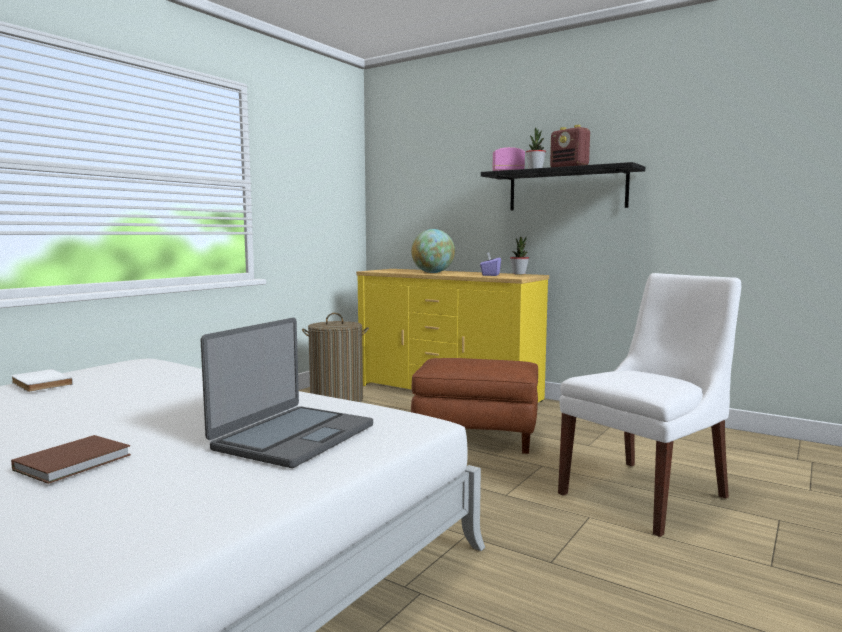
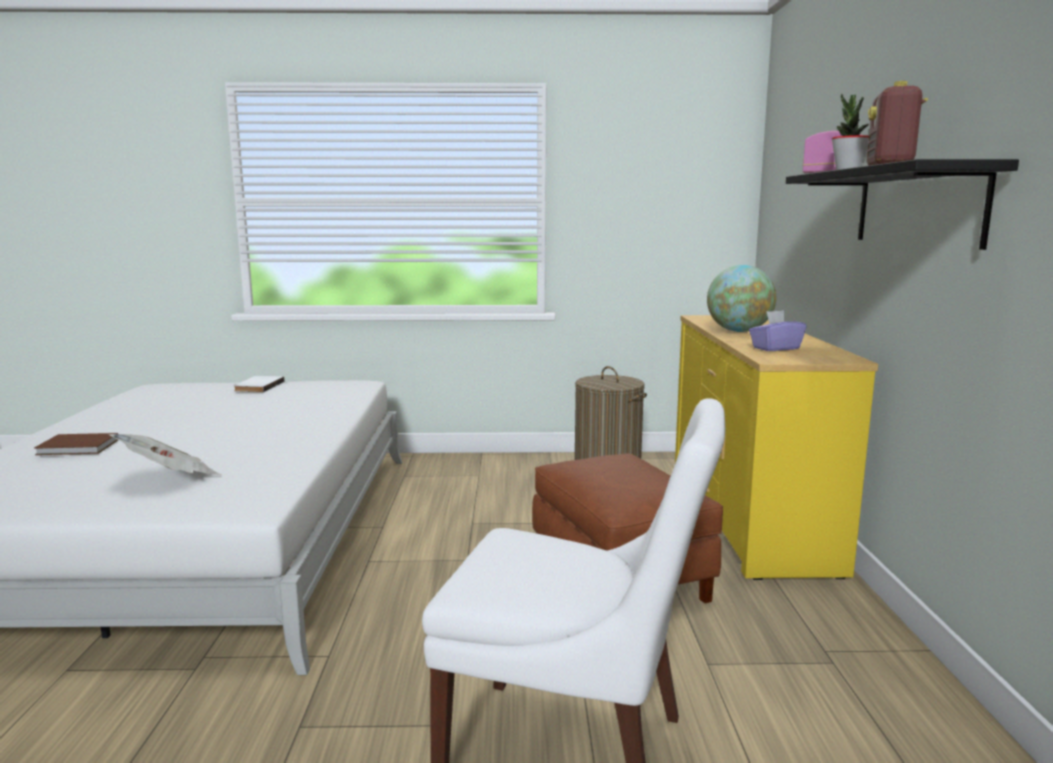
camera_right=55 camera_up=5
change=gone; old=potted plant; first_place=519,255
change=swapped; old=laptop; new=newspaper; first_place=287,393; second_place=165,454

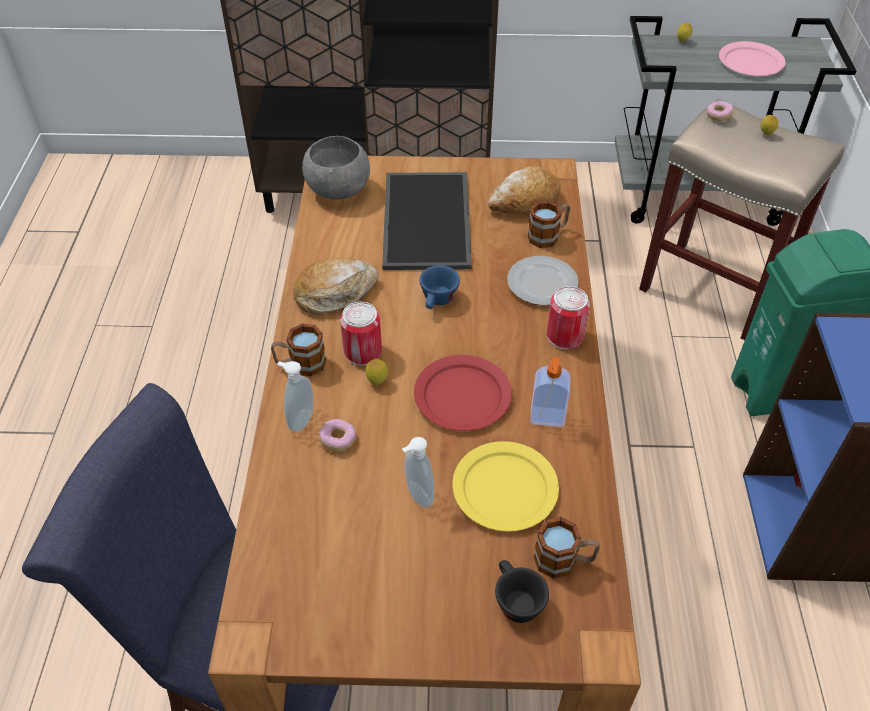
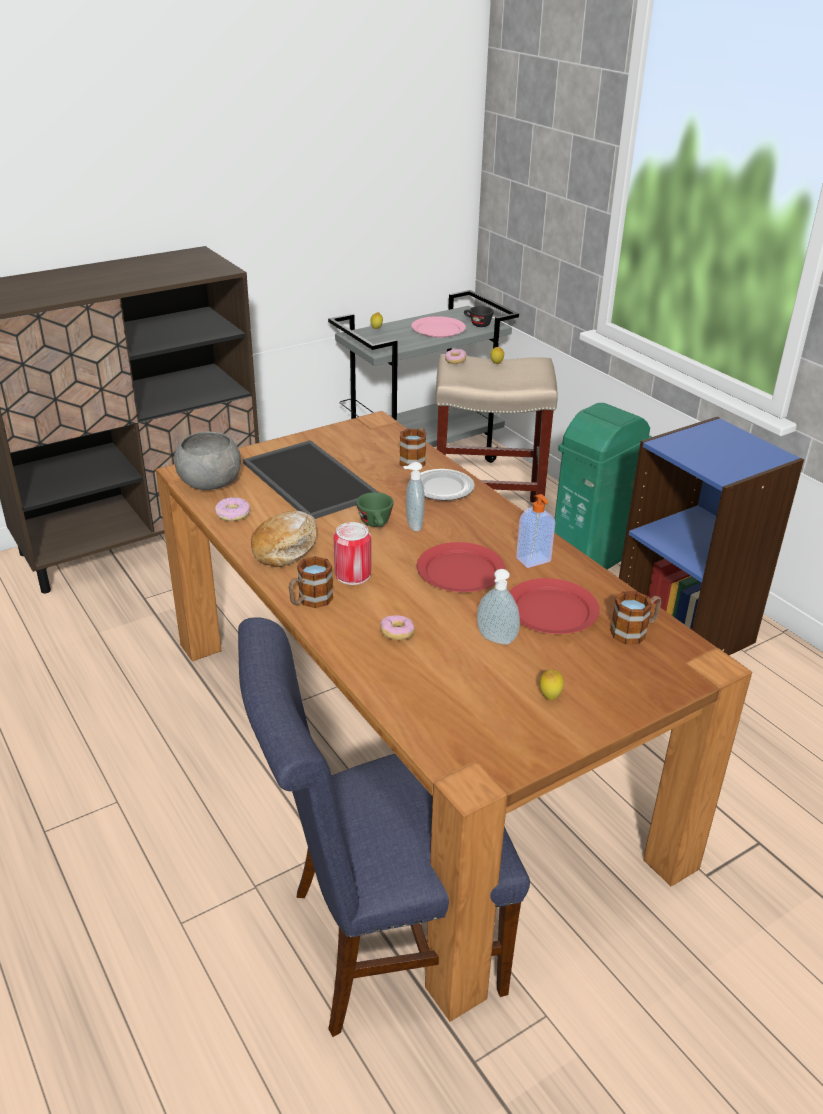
camera_right=-35 camera_up=-15
change=gone; old=bread; first_place=524,190
change=gone; old=can; first_place=568,318
change=new; new=donut; second_place=233,509
change=shifted; old=soap dispenser; first_place=295,396; second_place=414,496
change=shifted; old=lemon; first_place=376,372; second_place=551,684
change=shifted; old=black cup; first_place=522,591; second_place=479,316
change=repainted; old=blue cup; new=green cup; first_place=440,287; second_place=375,509
change=repainted; old=yellow plate; new=red plate; first_place=505,486; second_place=555,606

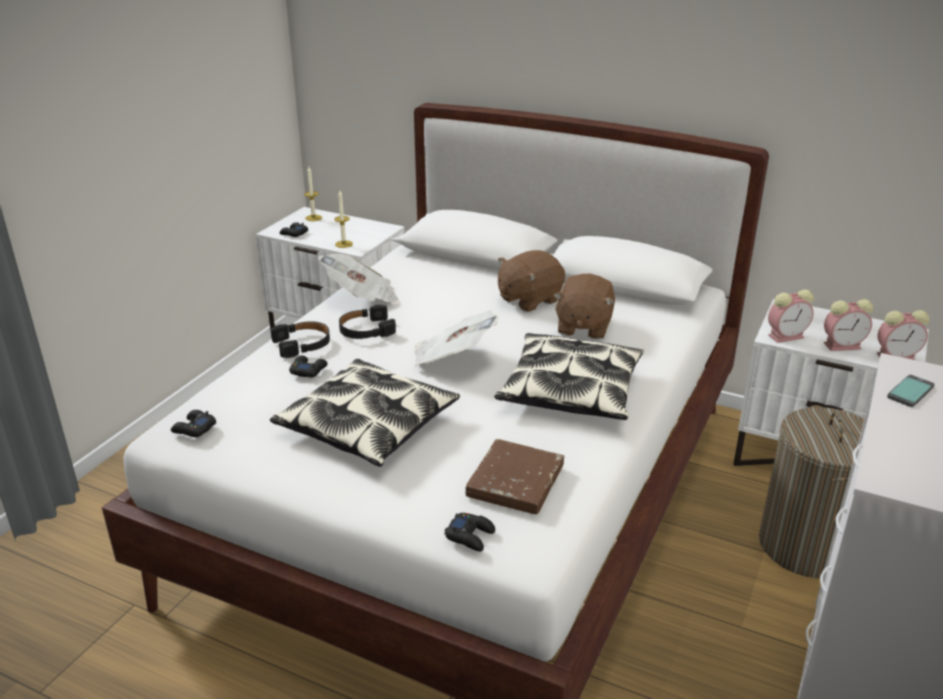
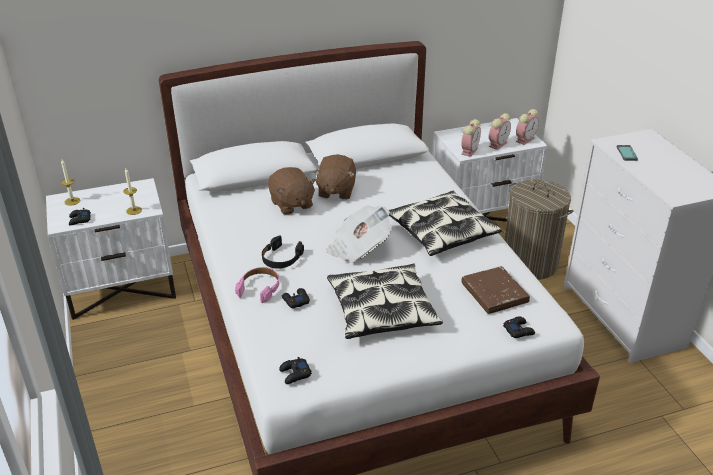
camera_right=-45 camera_up=5
change=gone; old=newspaper; first_place=359,279
change=shifted; old=brown plush toy; first_place=584,306; second_place=292,191
change=repainted; old=black headphones; new=pink headphones; first_place=300,339; second_place=257,285

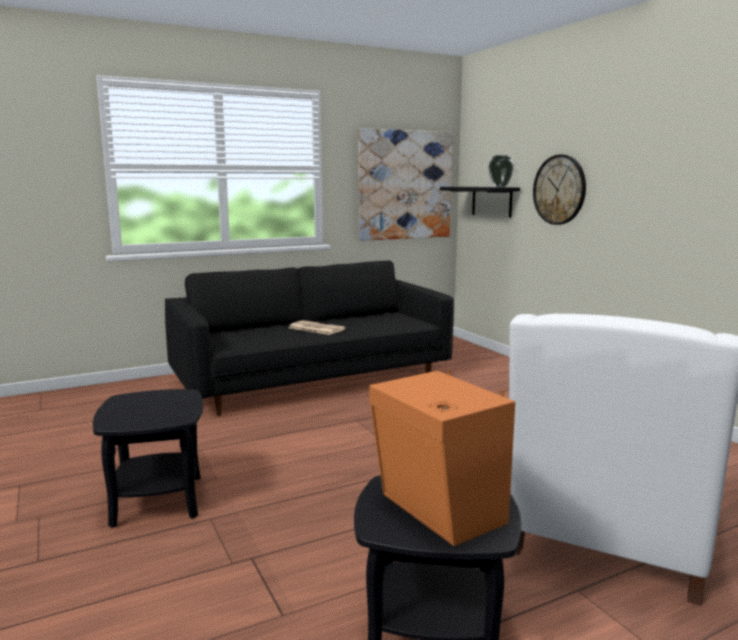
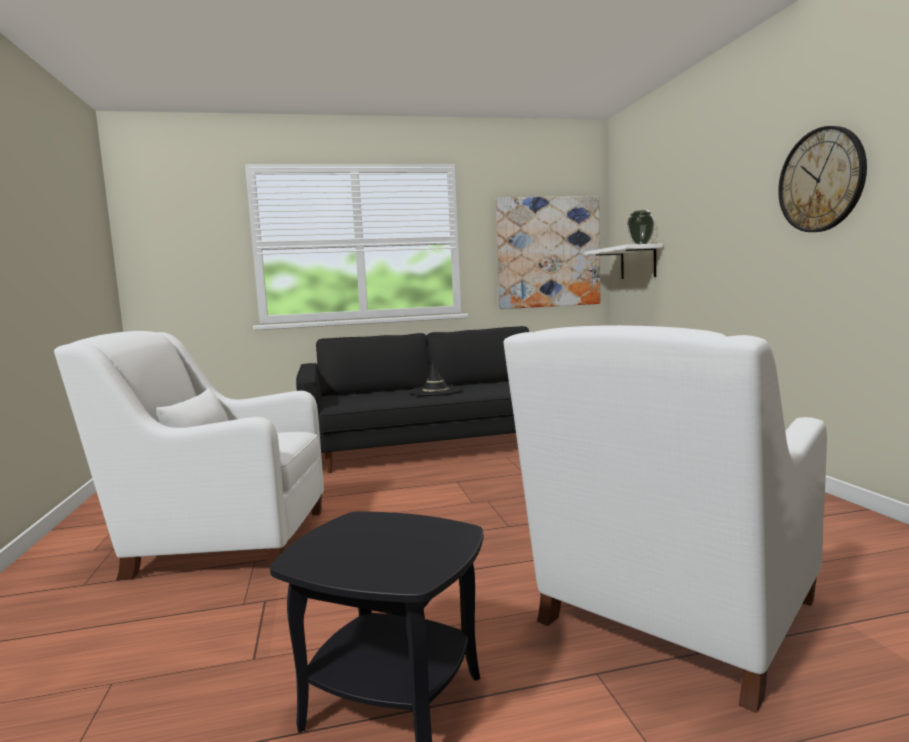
camera_right=15 camera_up=-5
change=gone; old=orange speaker; first_place=442,457
change=shifted; old=wall clock; first_place=559,189; second_place=822,179
change=swapped; old=black side table; new=white armchair; first_place=148,458; second_place=189,455
change=swapped; old=newspaper; new=black hat; first_place=317,327; second_place=436,377
change=repainted; old=black shelf; new=white shelf; first_place=480,202; second_place=623,261

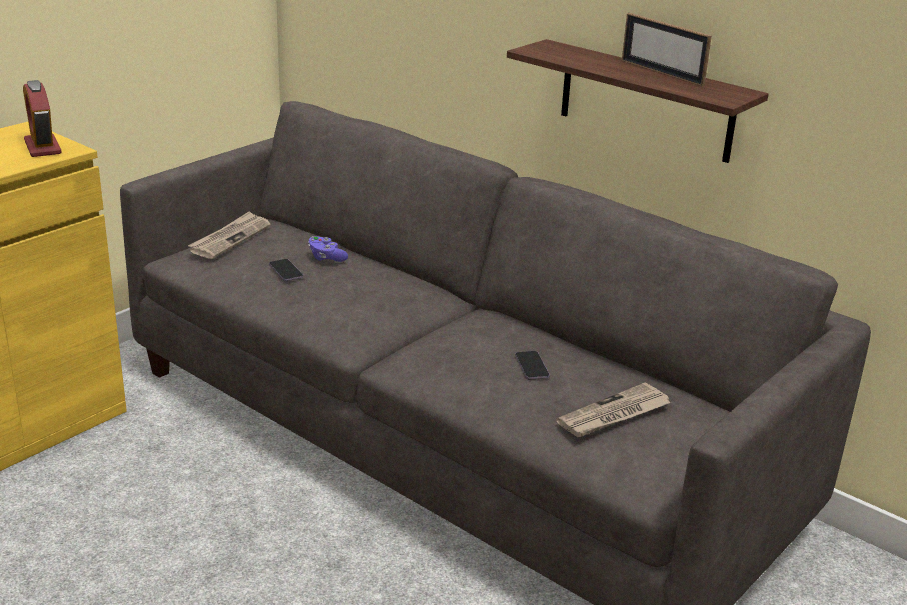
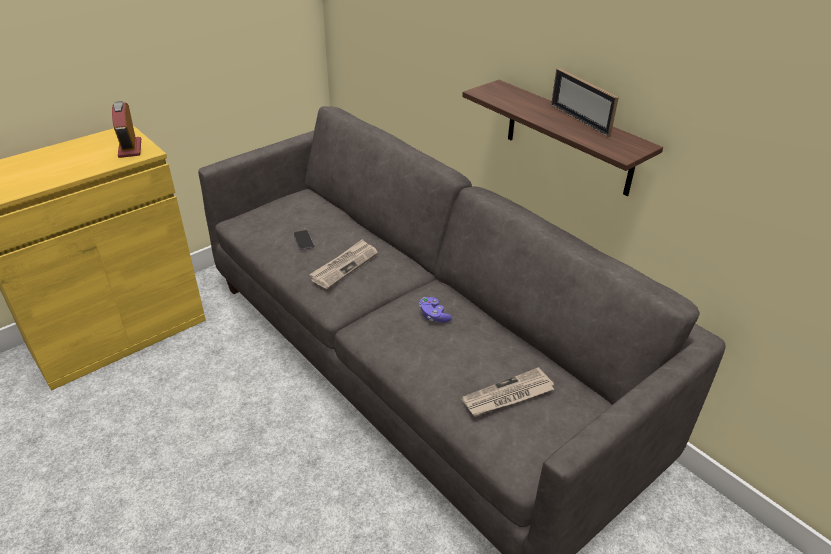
camera_right=10 camera_up=10
change=gone; old=phone; first_place=532,365
change=shifted; old=newspaper; first_place=229,235; second_place=344,264
change=shifted; old=purple game controller; first_place=328,249; second_place=435,310

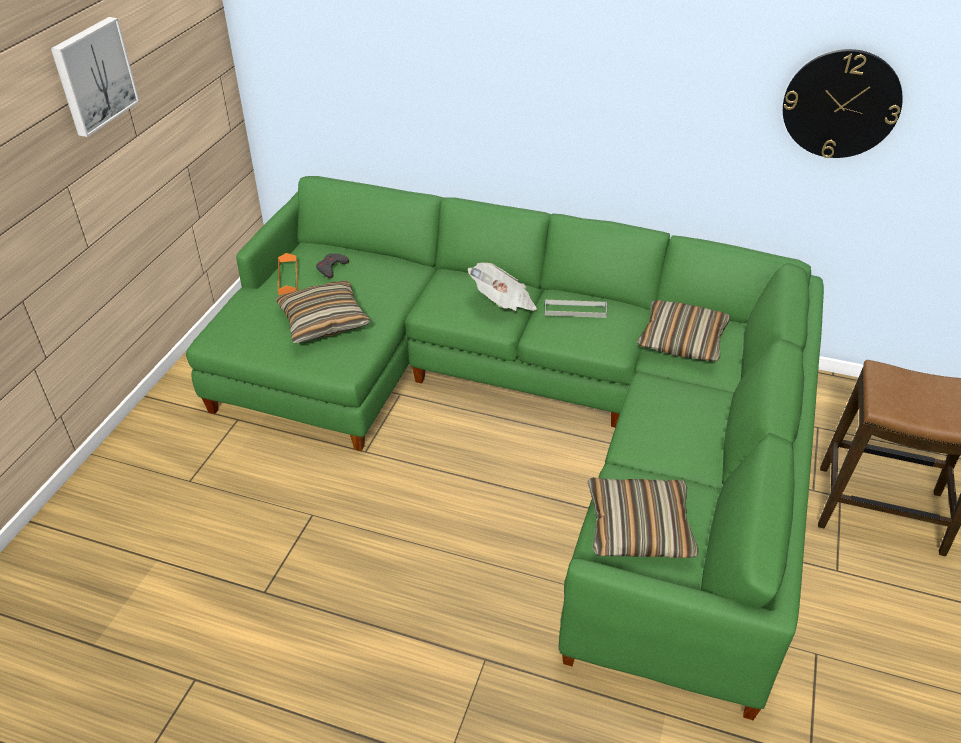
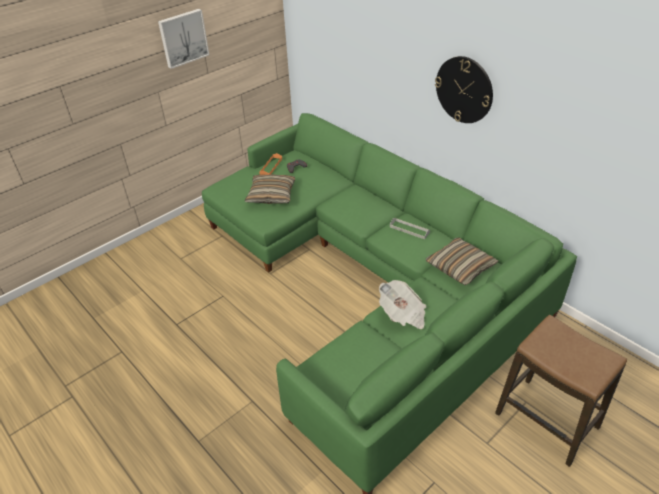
camera_right=30 camera_up=0
change=gone; old=pillow; first_place=643,518
change=shifted; old=newspaper; first_place=502,287; second_place=402,304
change=shifted; old=wall clock; first_place=843,103; second_place=464,89

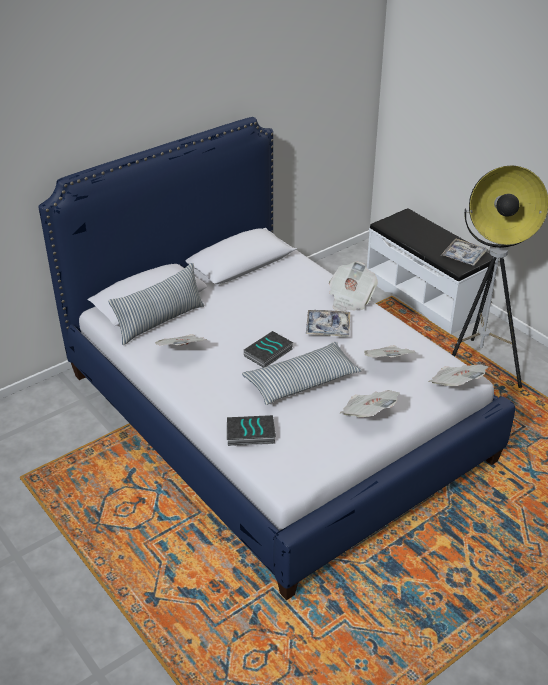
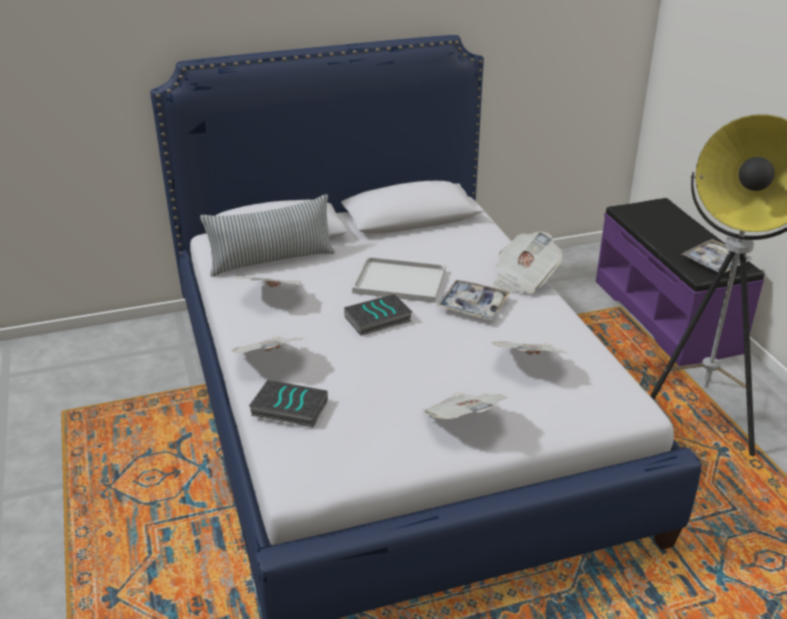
camera_right=20 camera_up=-5
change=gone; old=pillow; first_place=302,373
change=new; new=white tray; second_place=399,280
change=shifted; old=newspaper; first_place=458,375; second_place=267,344
change=repainted; old=white bench; new=purple bench; first_place=430,271; second_place=680,282

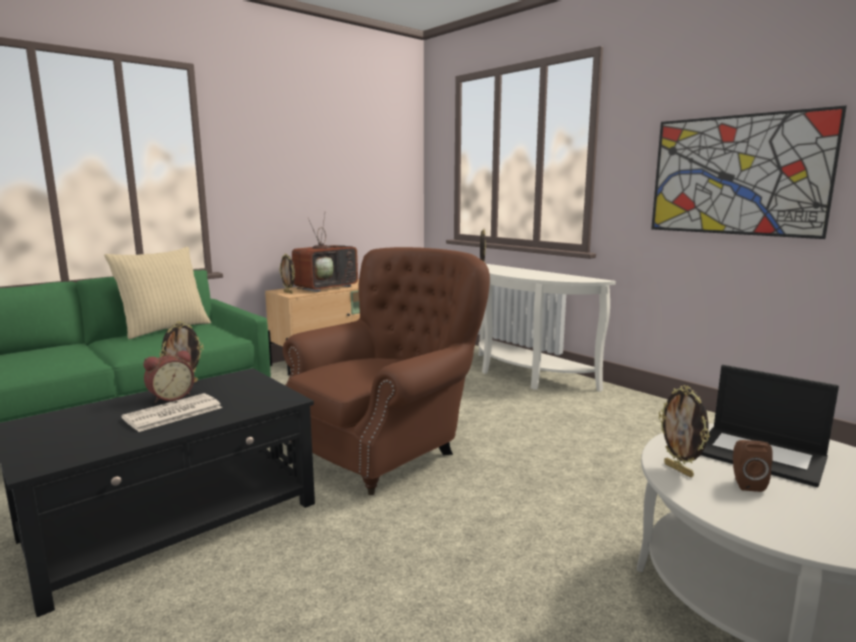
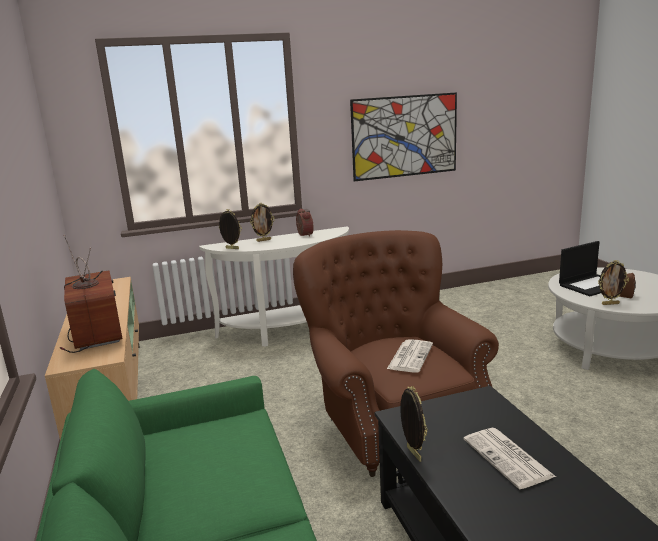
camera_right=-65 camera_up=5
change=gone; old=beige pillow; first_place=157,293
change=new; new=newspaper; second_place=410,356
change=shifted; old=alarm clock; first_place=169,376; second_place=305,222
change=shifted; old=picture frame; first_place=287,274; second_place=262,222

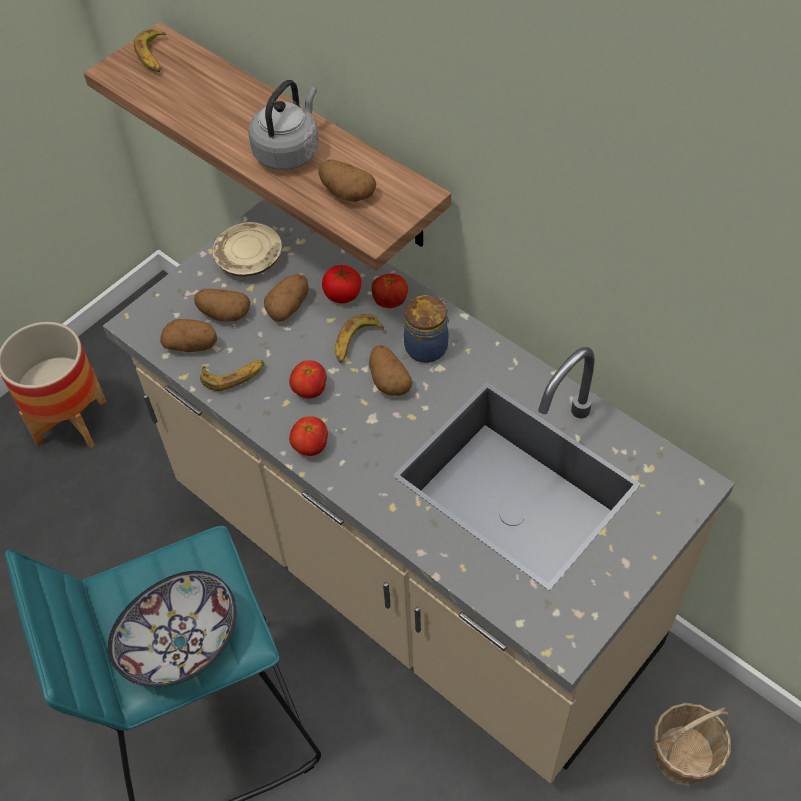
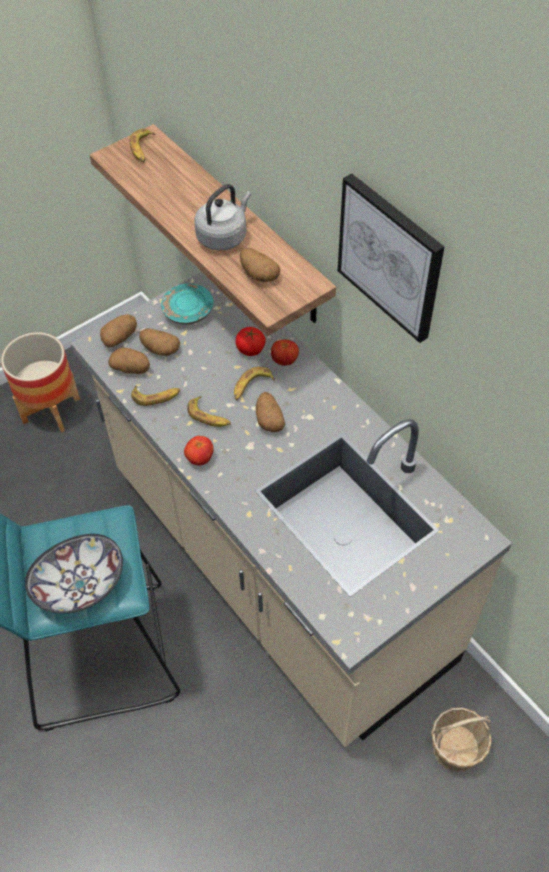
camera_right=10 camera_up=0
change=gone; old=jar; first_place=426,329
change=new; new=picture; second_place=391,258
change=shifted; old=potato; first_place=286,298; second_place=118,330
change=swapped; old=tomato; new=banana; first_place=308,379; second_place=209,411
change=repainted; old=beige plate; new=turquoise plate; first_place=247,249; second_place=187,303

